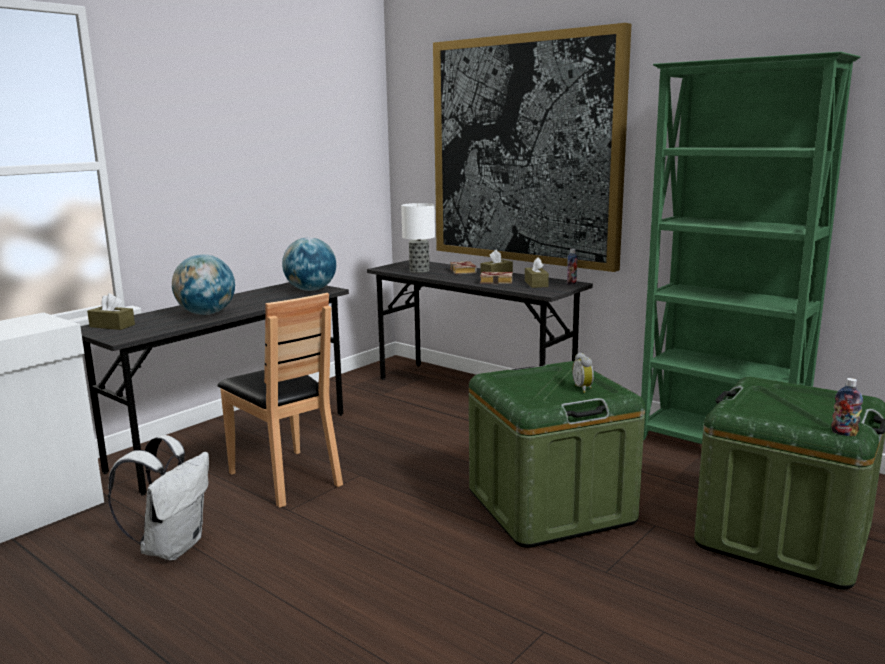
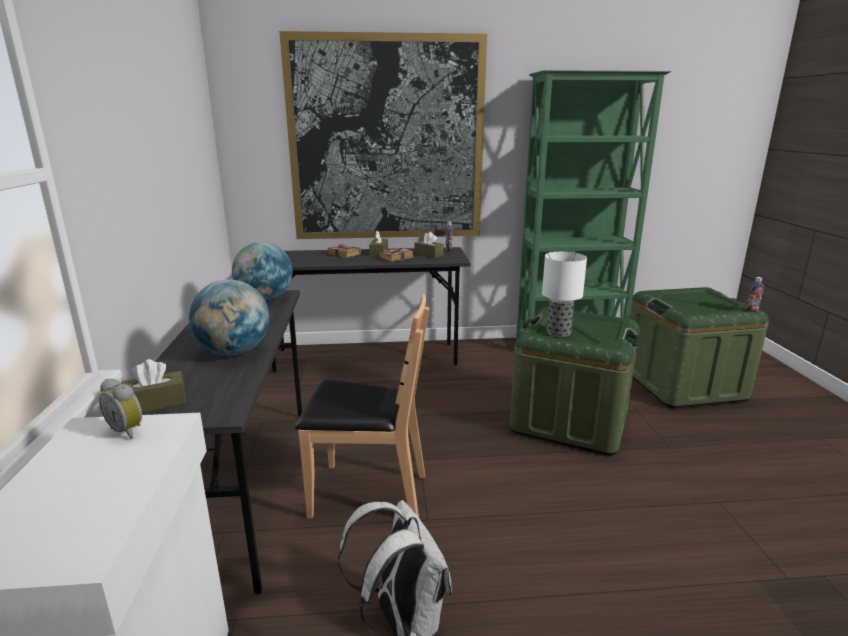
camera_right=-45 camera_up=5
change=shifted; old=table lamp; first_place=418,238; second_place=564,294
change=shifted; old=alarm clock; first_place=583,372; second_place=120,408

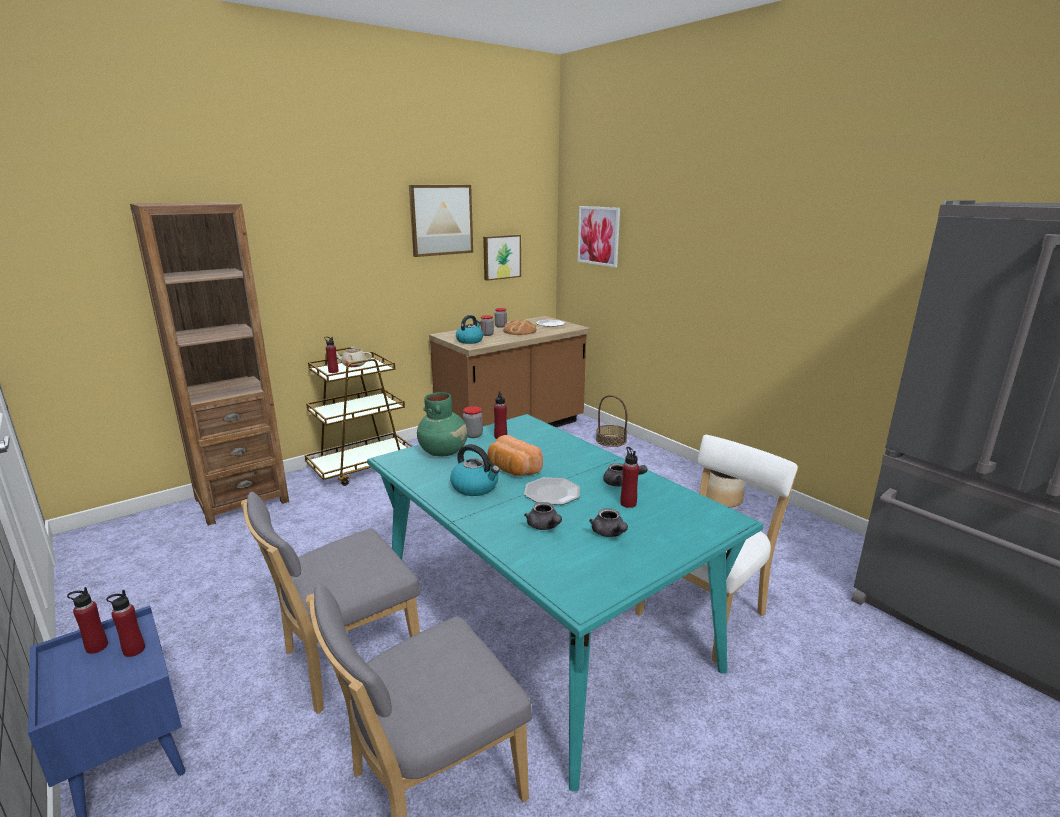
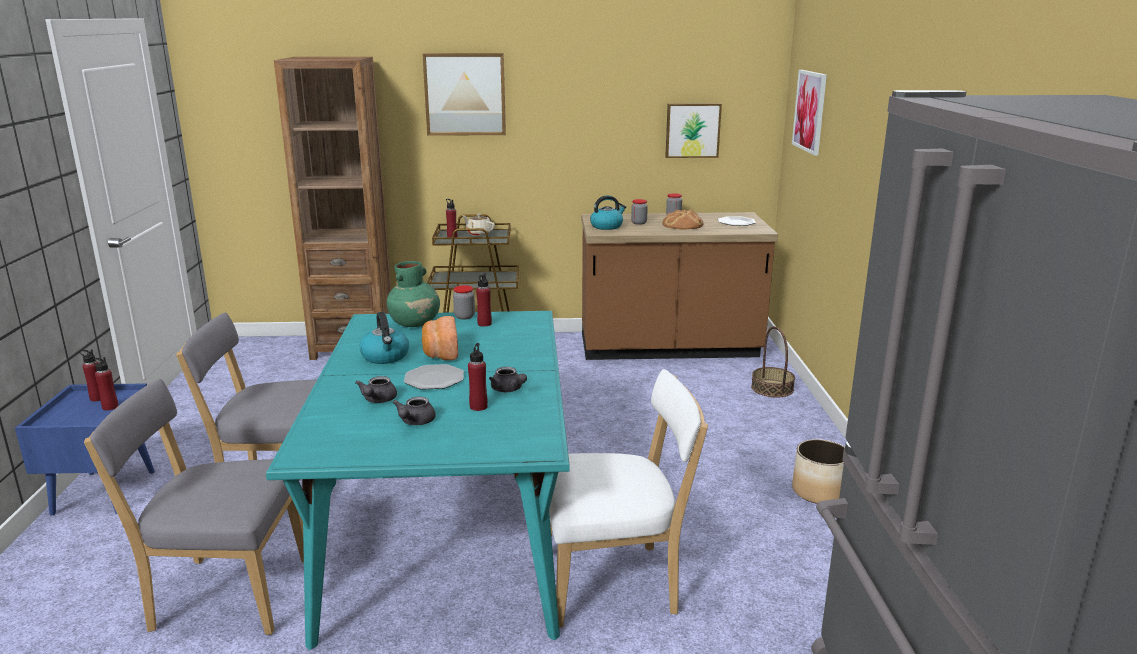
camera_right=35 camera_up=0
change=shifted; old=picture; first_place=441,221; second_place=464,94

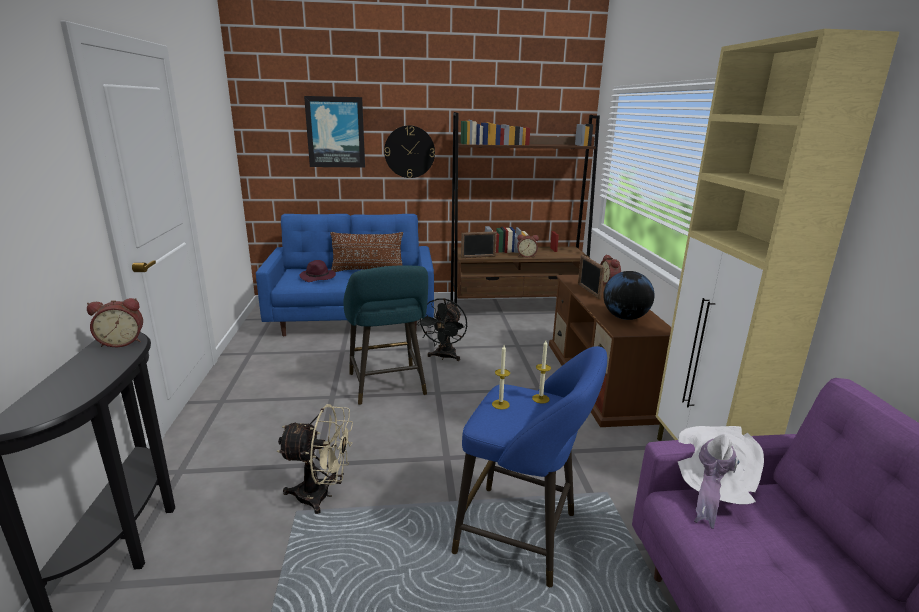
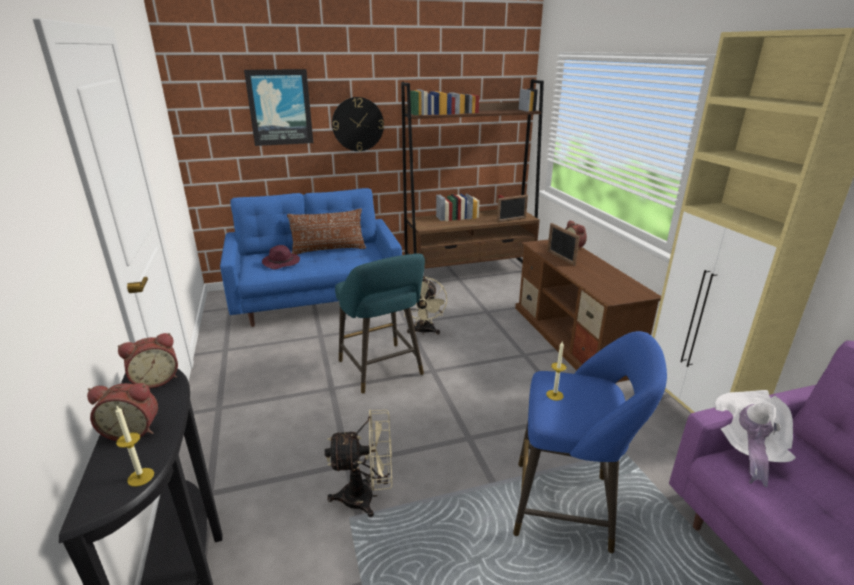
camera_right=-10 camera_up=5
change=gone; old=globe; first_place=629,295
change=shifted; old=picture frame; first_place=479,244; second_place=512,209
change=shifted; old=alarm clock; first_place=528,245; second_place=122,412
change=shifted; old=candle; first_place=541,372; second_place=134,446
change=repainted; old=black fan; new=beige fan; first_place=442,329; second_place=425,305

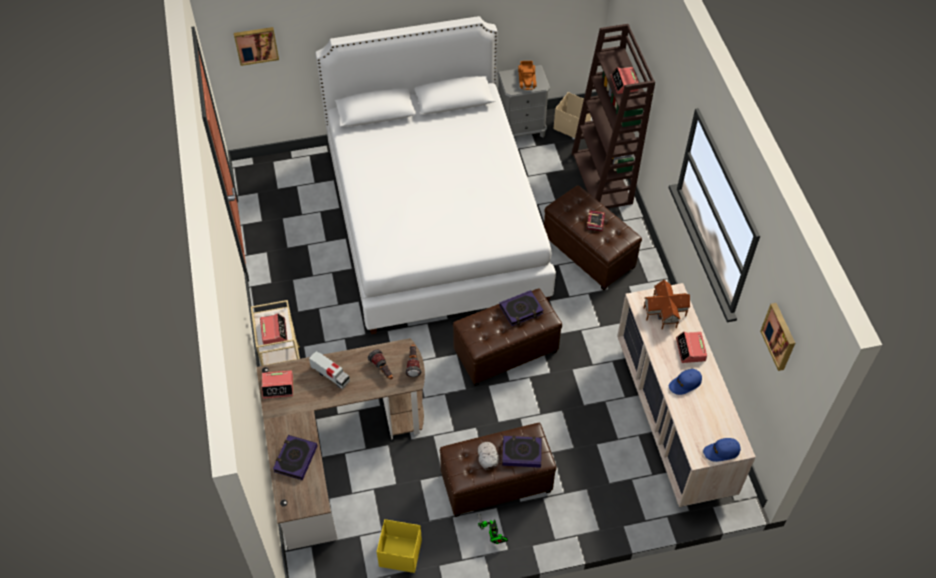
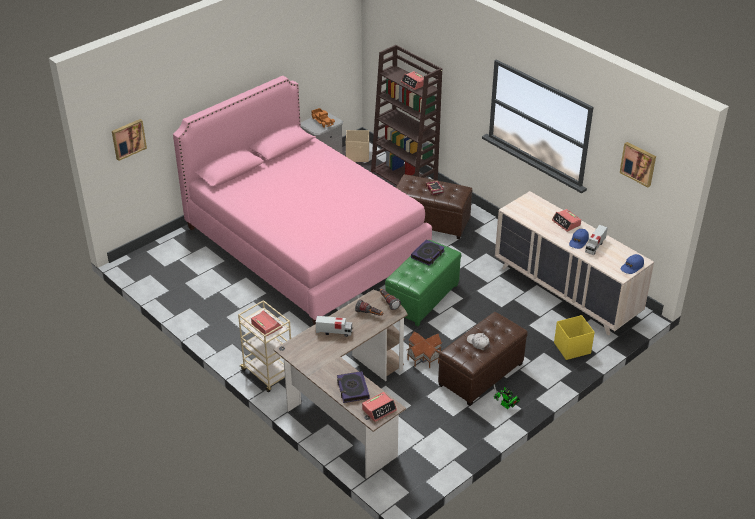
camera_right=-30 camera_up=-15
change=gone; old=book; first_place=522,451
change=new; new=toy truck; second_place=596,240
change=shifted; old=alarm clock; first_place=277,384; second_place=379,407
change=shifted; old=yellow storage box; first_place=399,546; second_place=574,337
change=shifted; old=toy house; first_place=667,305; second_place=424,349
change=repainted; old=white bed; new=pink bed; first_place=435,175; second_place=302,200
change=repainted; old=brown ottoman; new=green ottoman; first_place=507,337; second_place=423,283

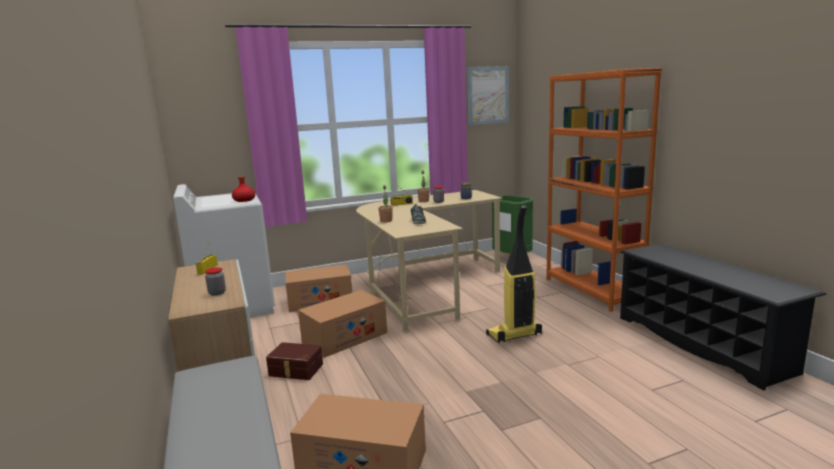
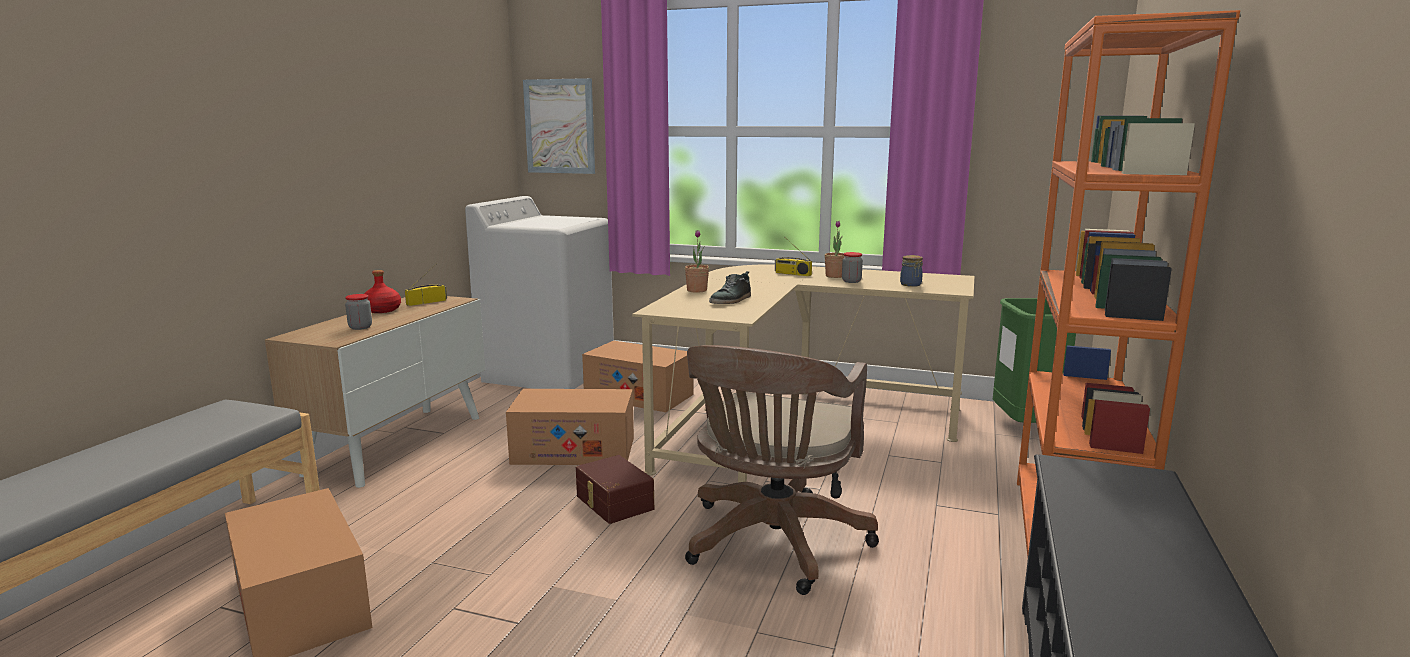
camera_right=40 camera_up=0
change=shifted; old=red bottle; first_place=243,189; second_place=382,291
change=shifted; old=brown storage box; first_place=294,361; second_place=615,489
change=shifted; old=picture; first_place=488,95; second_place=559,126
change=swapped; old=vacuum cleaner; new=brown office chair; first_place=514,274; second_place=782,470

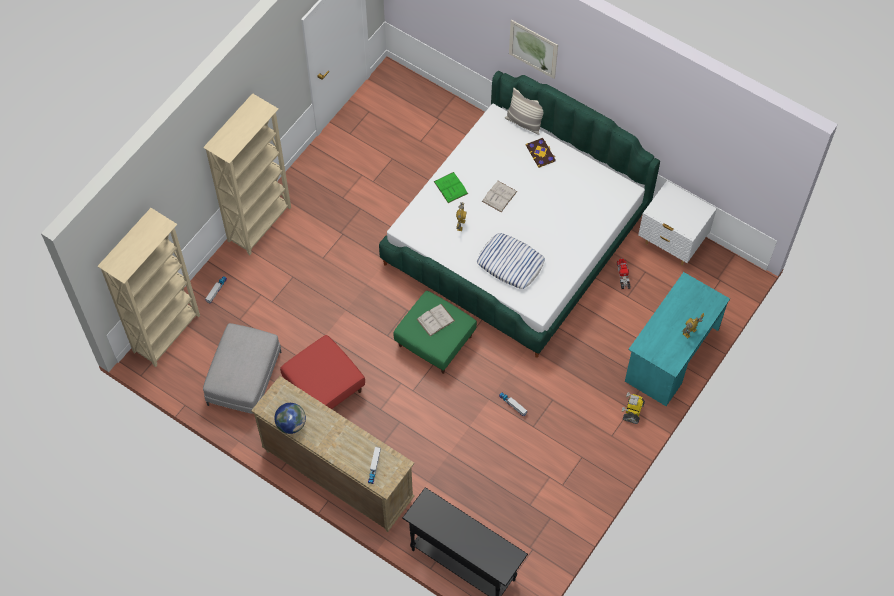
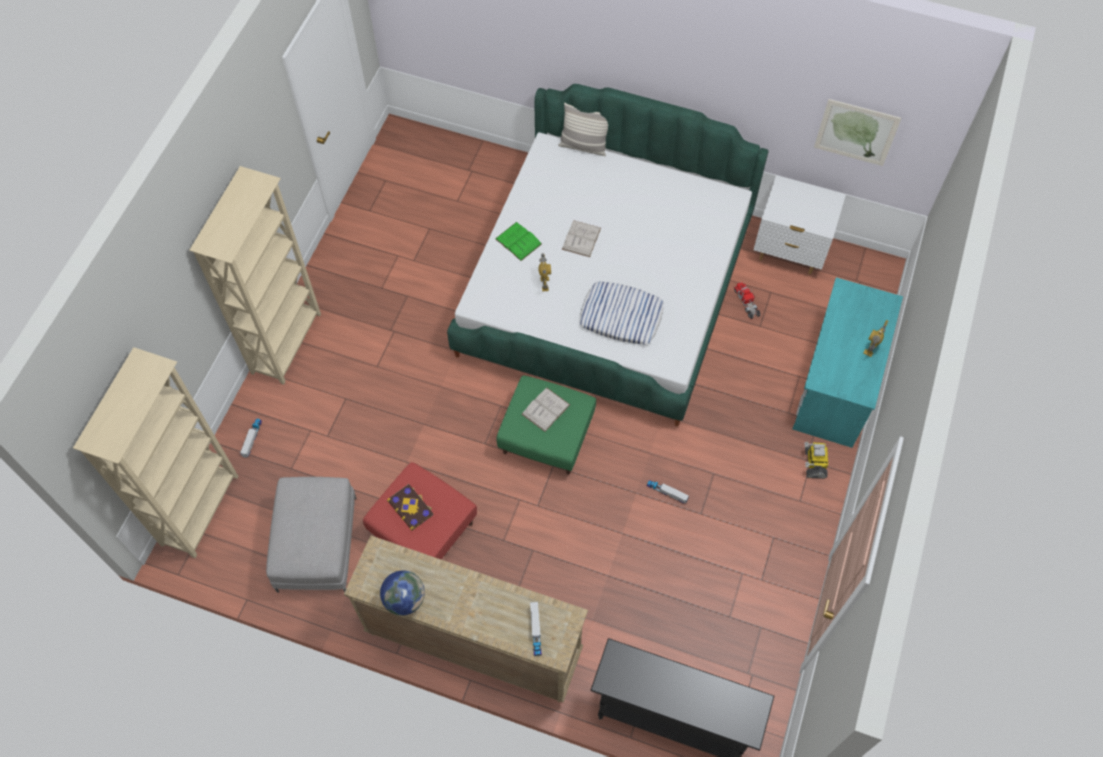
camera_right=-15 camera_up=0
change=shifted; old=picture; first_place=533,49; second_place=857,132
change=shifted; old=book; first_place=541,153; second_place=410,507

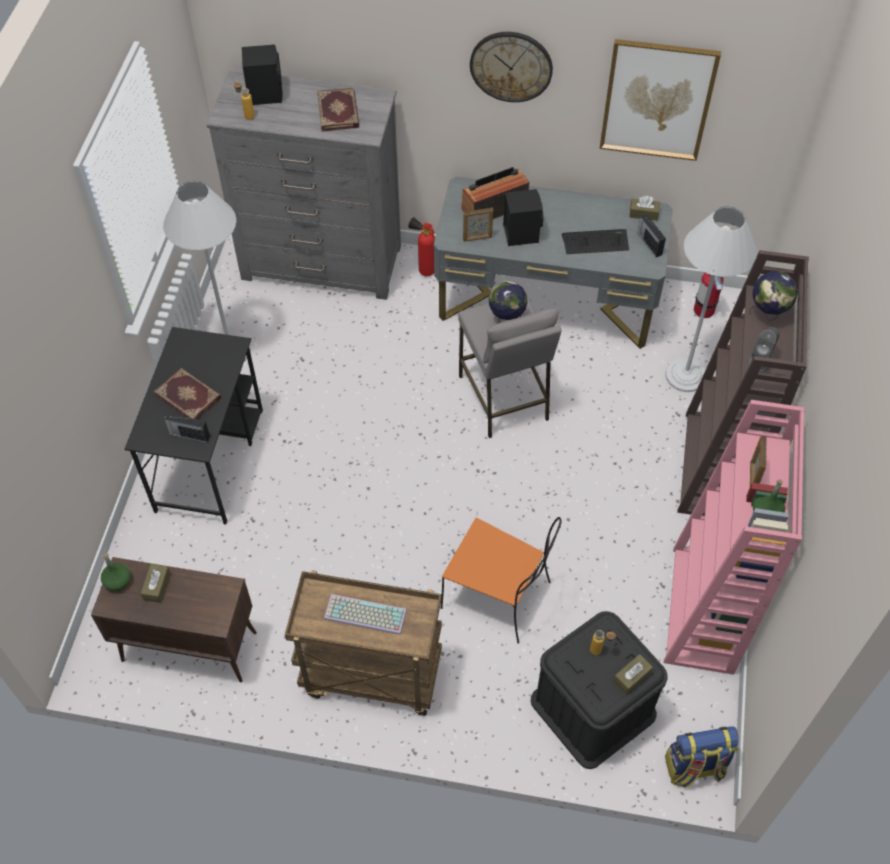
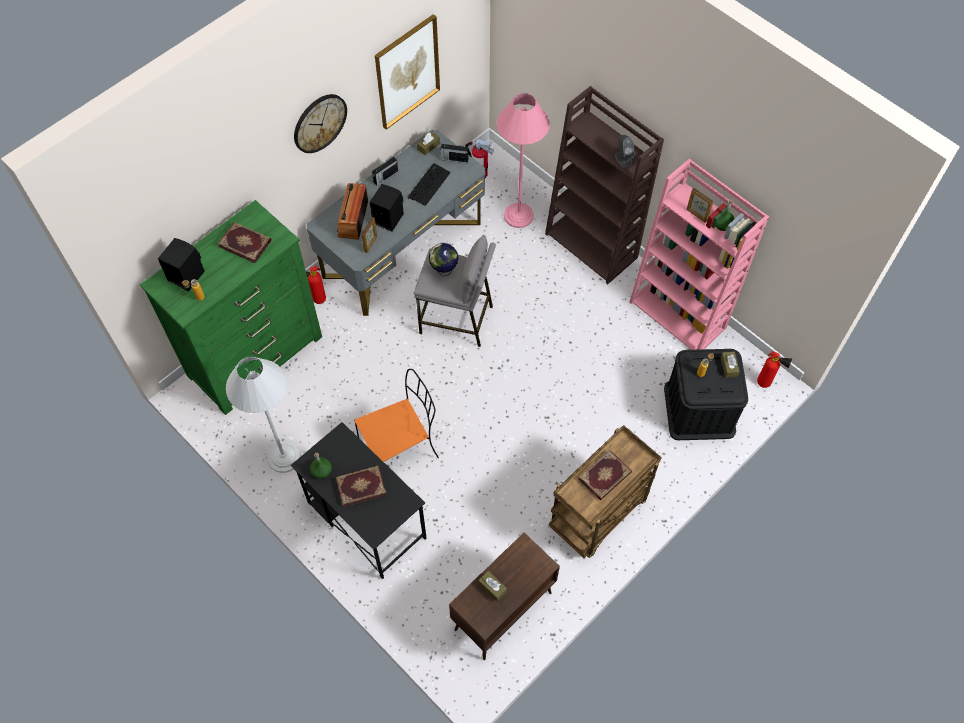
camera_right=-55 camera_up=5
change=gone; old=globe; first_place=773,296
change=shifted; old=green bottle; first_place=115,572; second_place=321,466
change=shifted; old=radio; first_place=187,428; second_place=385,171
change=shifted; old=orange chair; first_place=501,580; second_place=396,415
change=swapped; old=keyboard; new=book; first_place=365,614; second_place=605,474
change=swapped; old=backpack; new=fire extinguisher; first_place=702,757; second_place=774,369
change=repainted; old=grey dresser; new=green dresser; first_place=304,185; second_place=230,307
change=repainted; old=white floor lamp; new=pink floor lamp; first_place=711,299; second_place=523,160

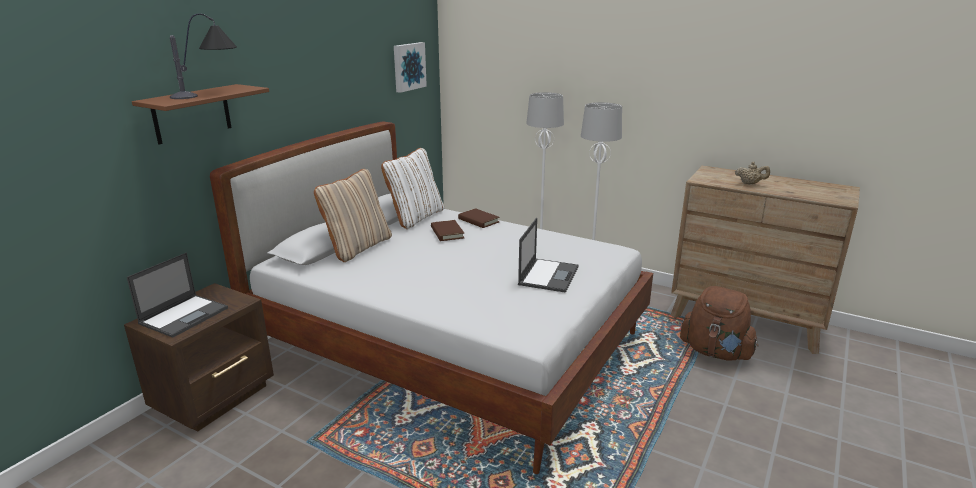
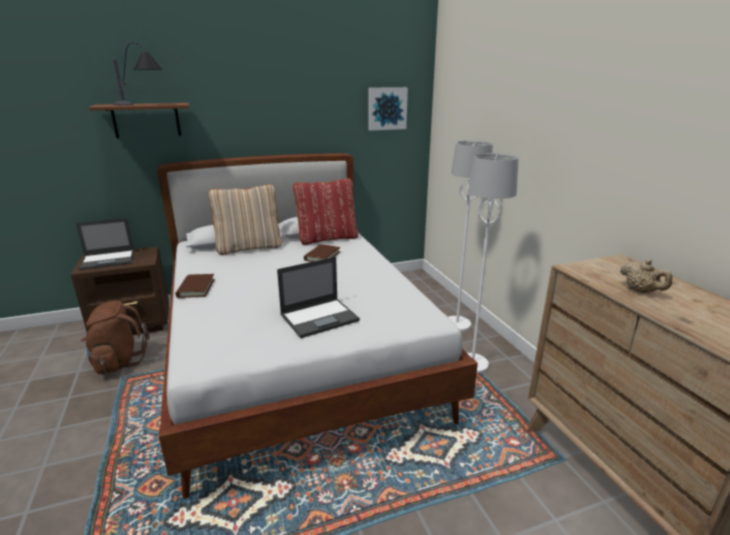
camera_right=40 camera_up=0
change=shifted; old=brown book; first_place=479,218; second_place=195,286
change=shifted; old=brown backpack; first_place=719,323; second_place=114,337
change=repainted; old=white pillow; new=red pillow; first_place=413,188; second_place=325,211

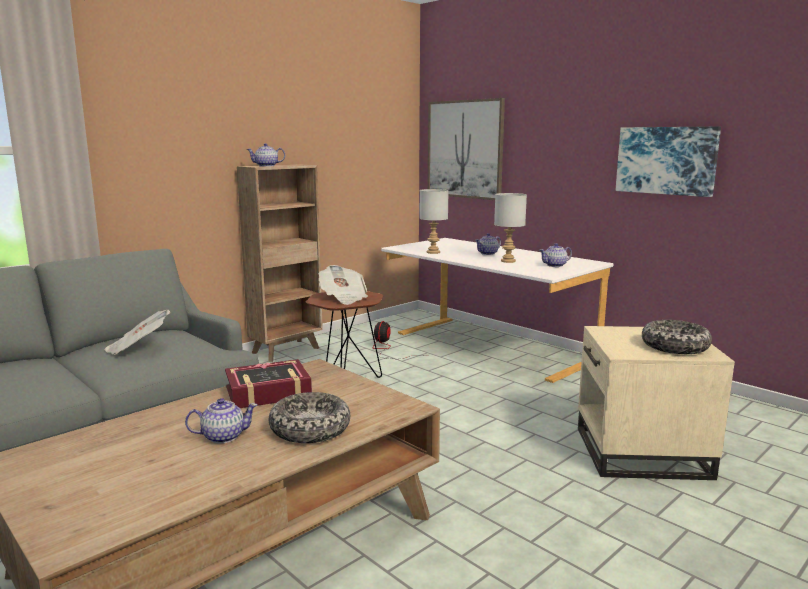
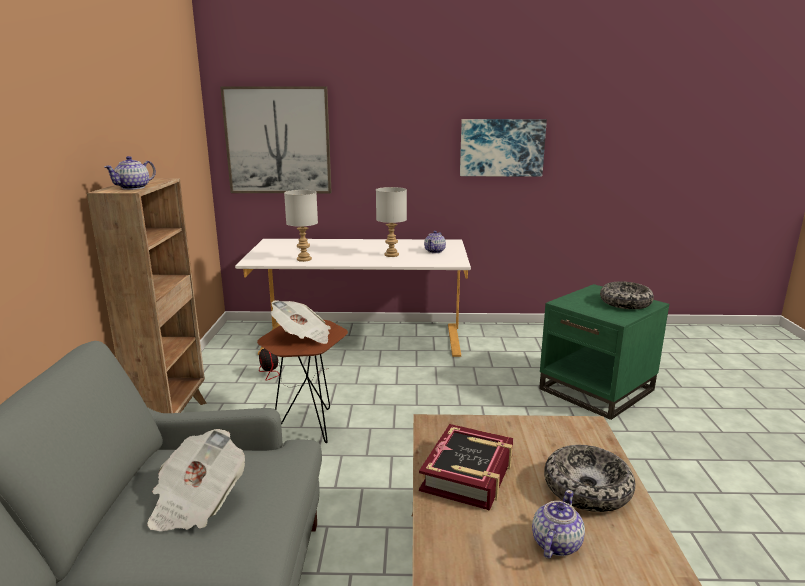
camera_right=-45 camera_up=5
change=gone; old=teapot; first_place=488,244
change=repainted; old=beige side table; new=green side table; first_place=656,403; second_place=604,352

